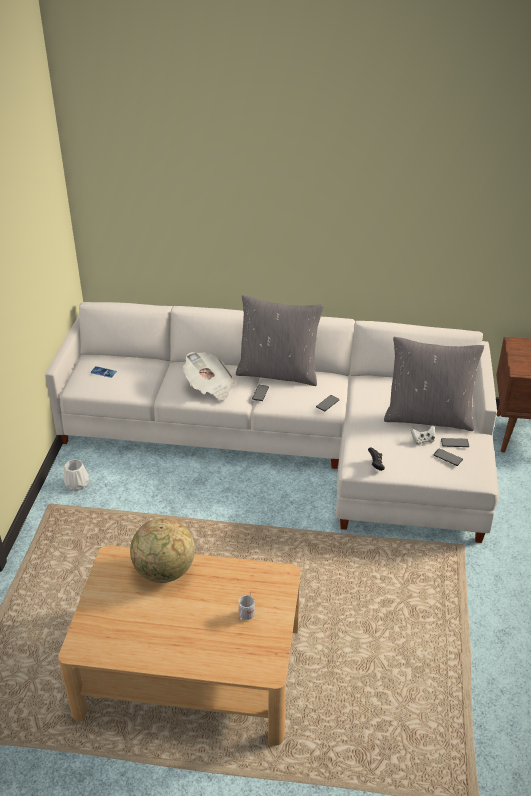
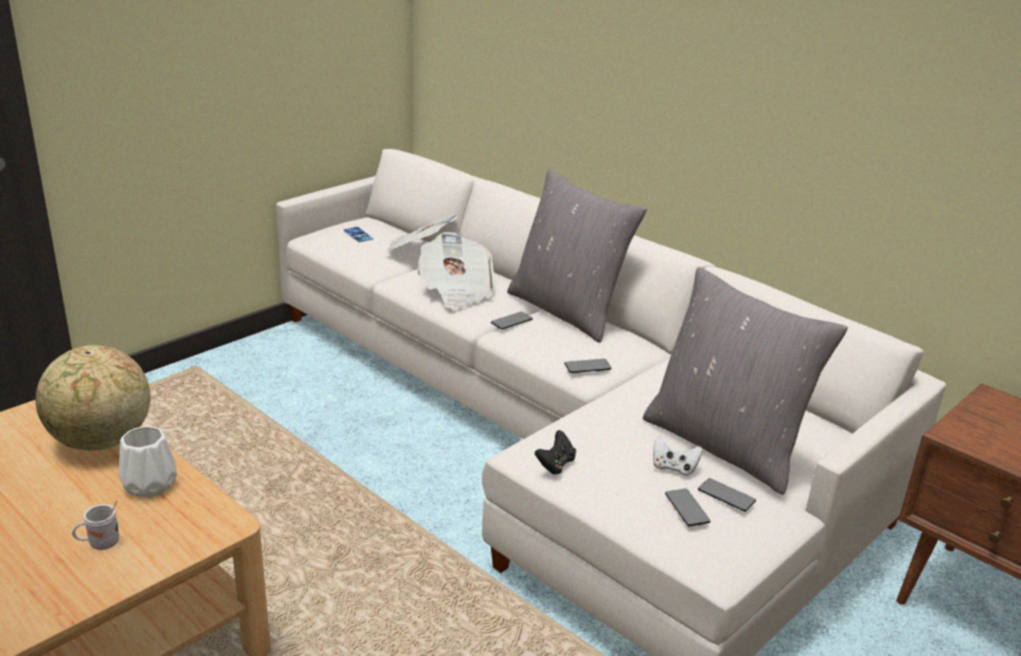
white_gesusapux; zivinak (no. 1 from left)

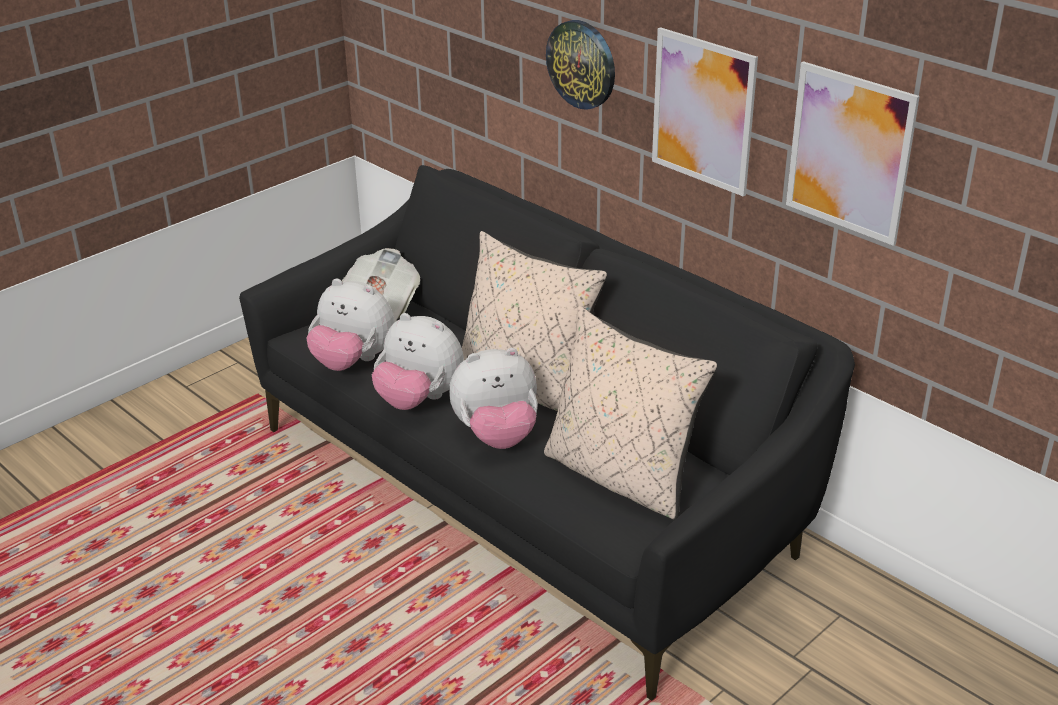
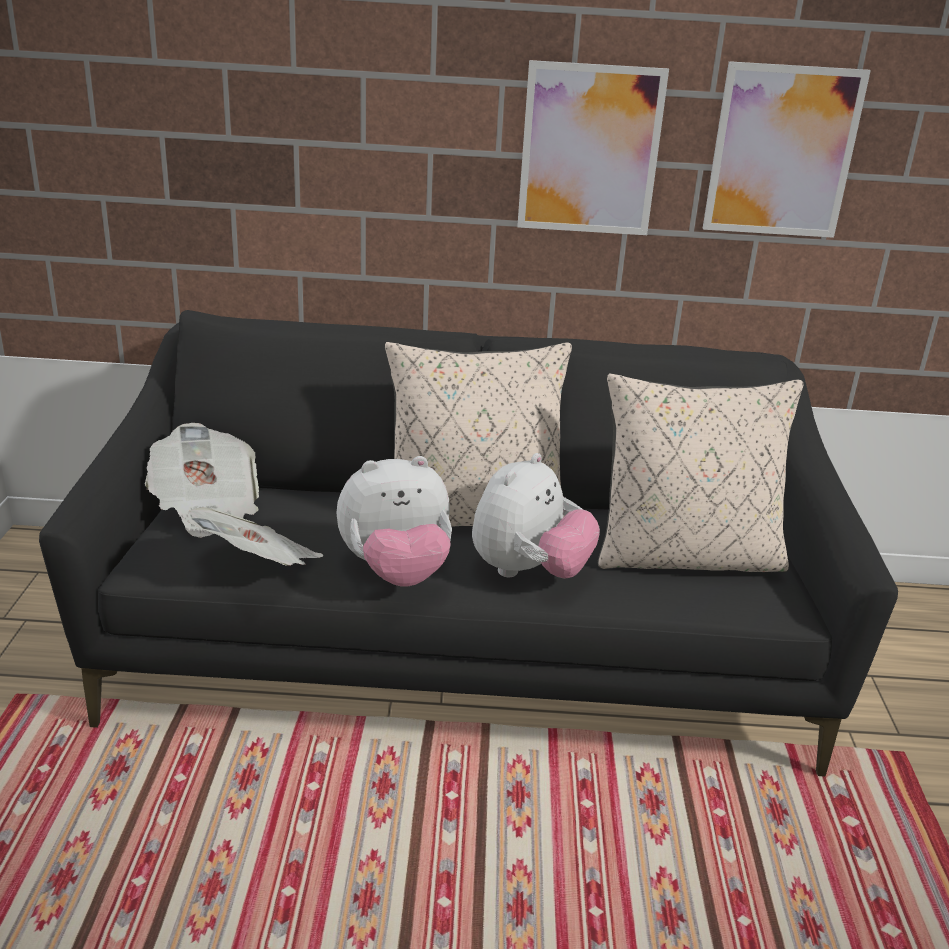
zivinak (no. 2 from left); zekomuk

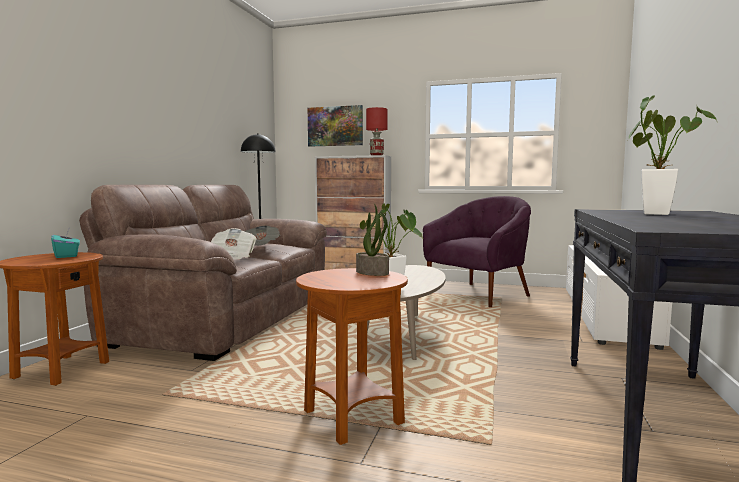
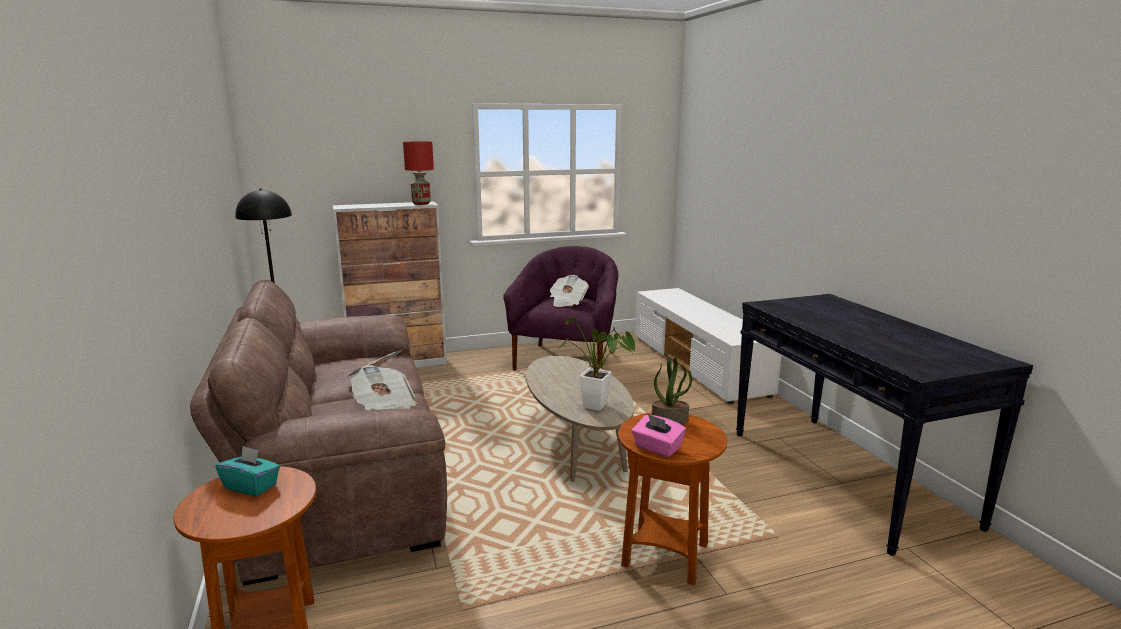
zivinak (no. 3 from left); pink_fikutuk; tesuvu; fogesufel (no. 3 from left in the first image)

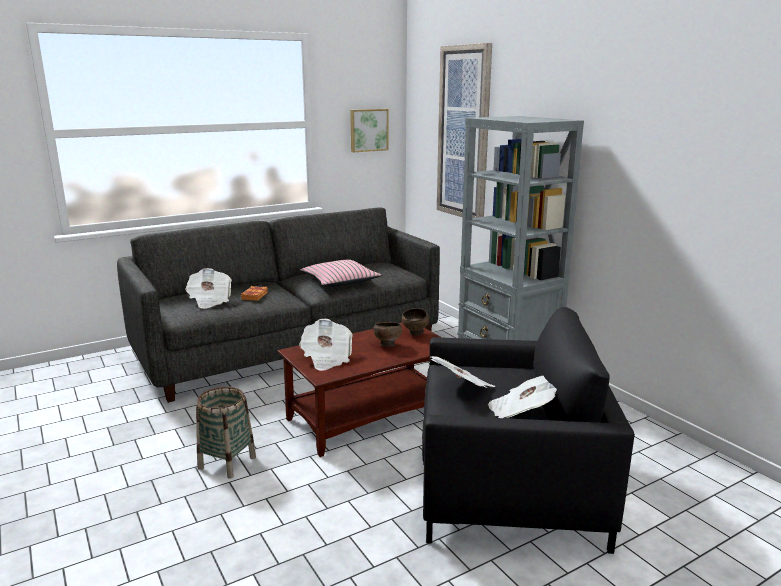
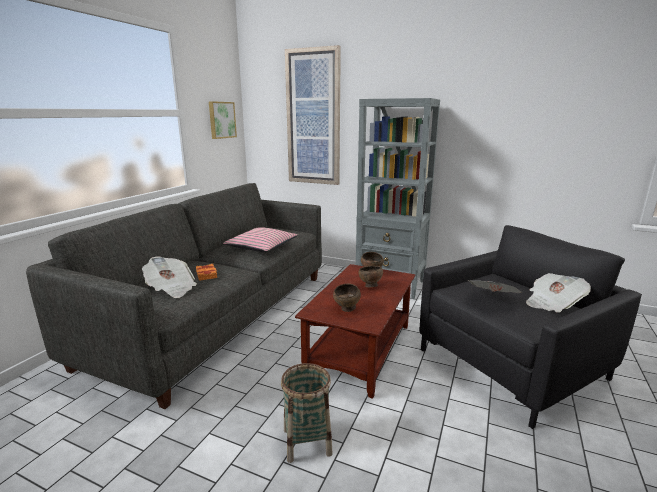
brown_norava (no. 1 from left)

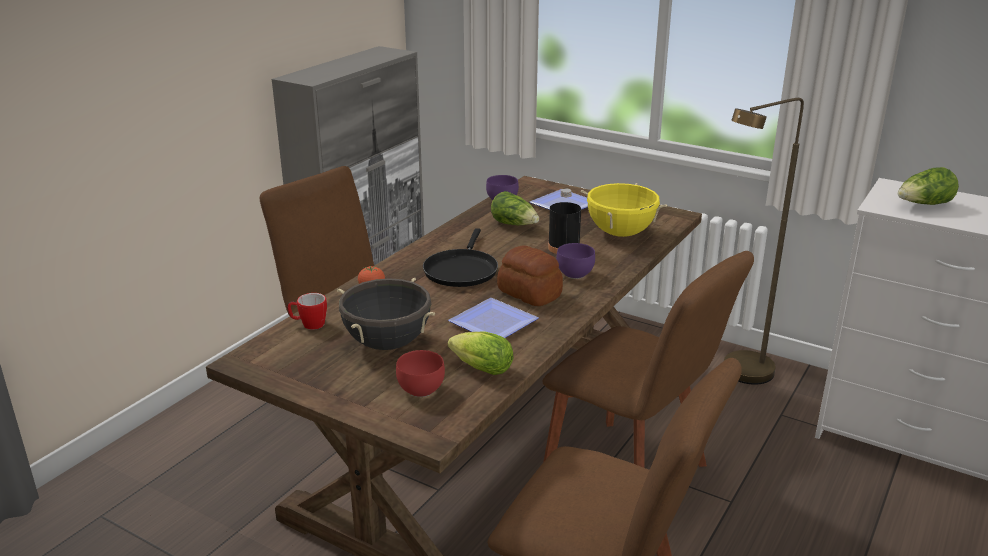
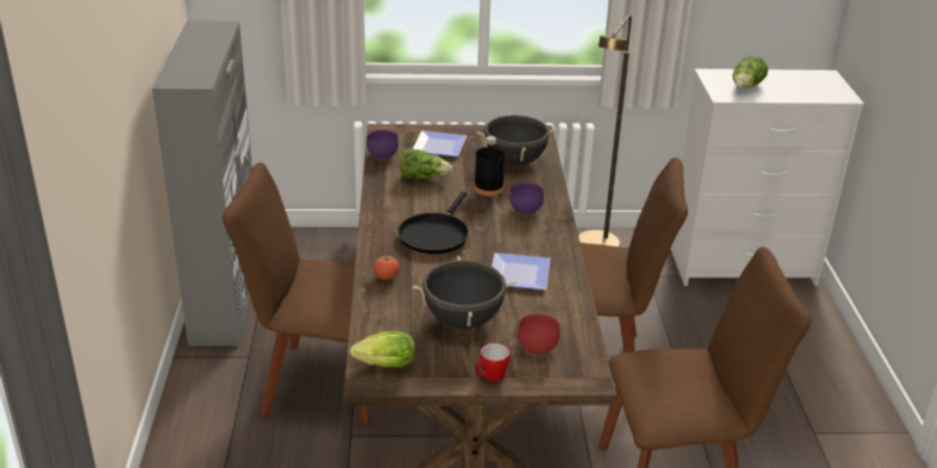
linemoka (no. 1 from left); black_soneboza; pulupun; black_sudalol (no. 2 from left); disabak

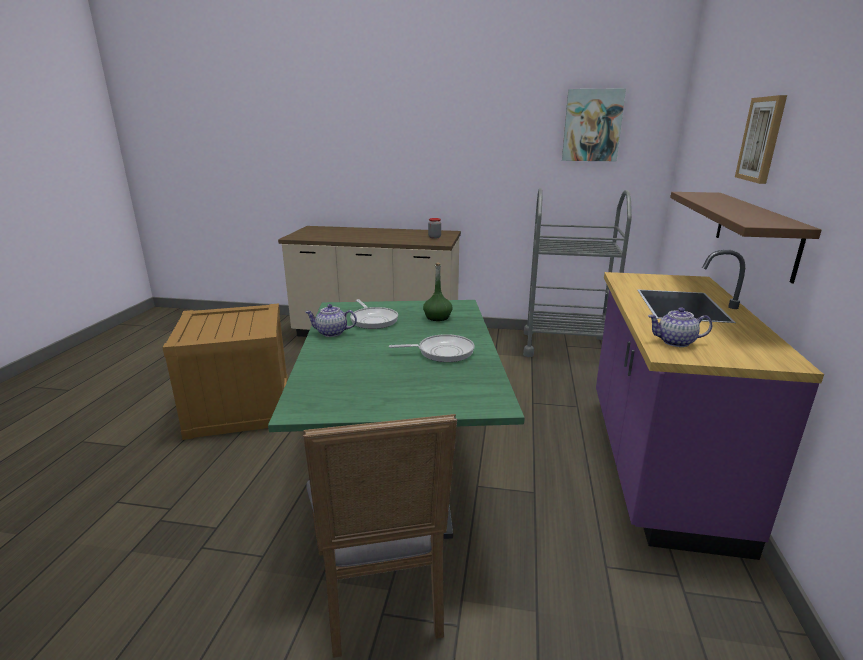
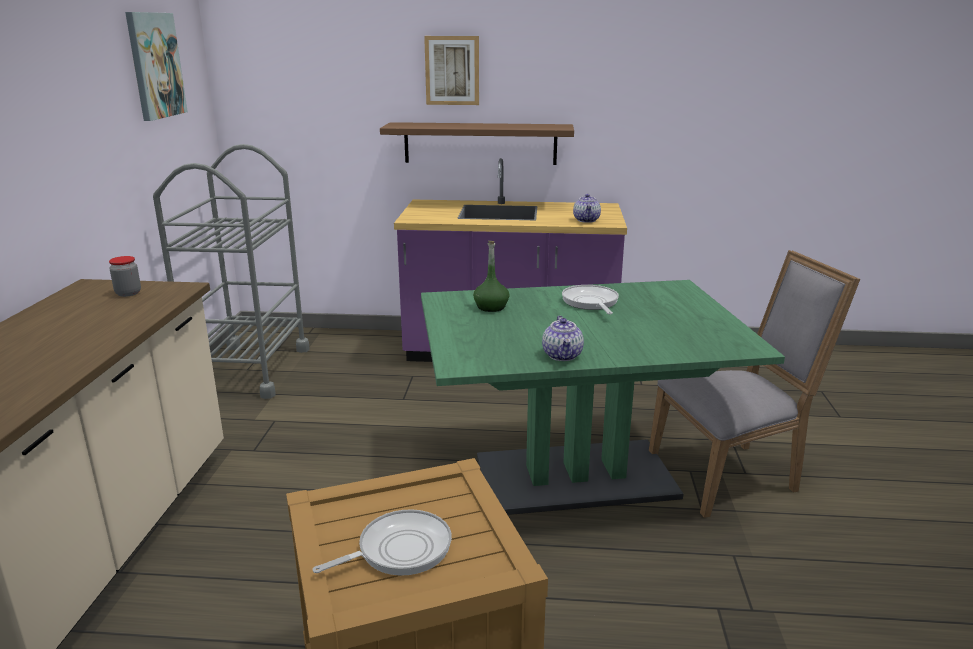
soneboza (no. 1 from left)

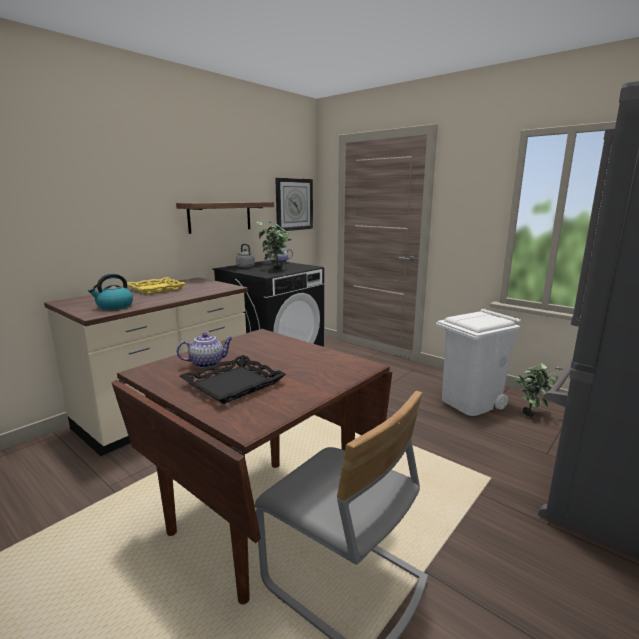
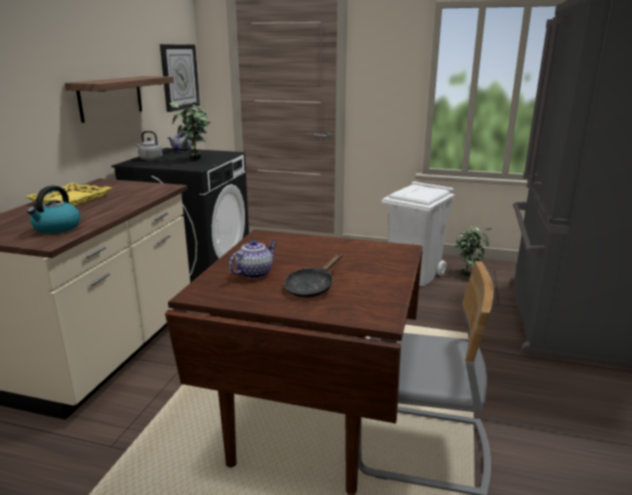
black_soneboza

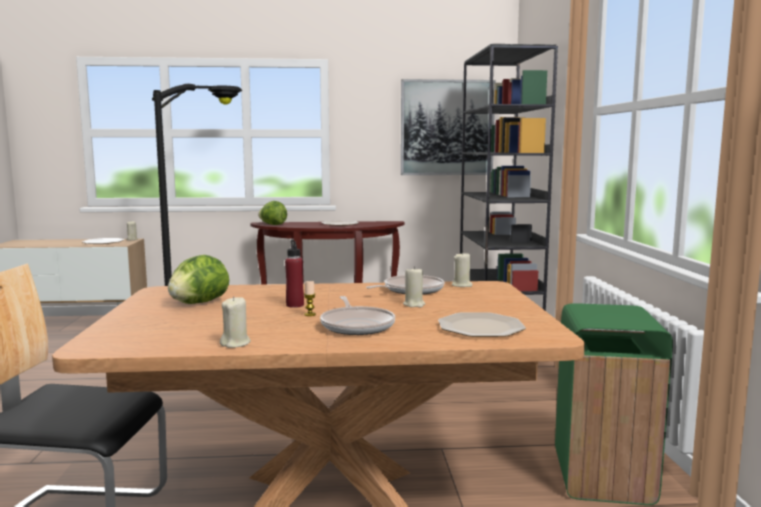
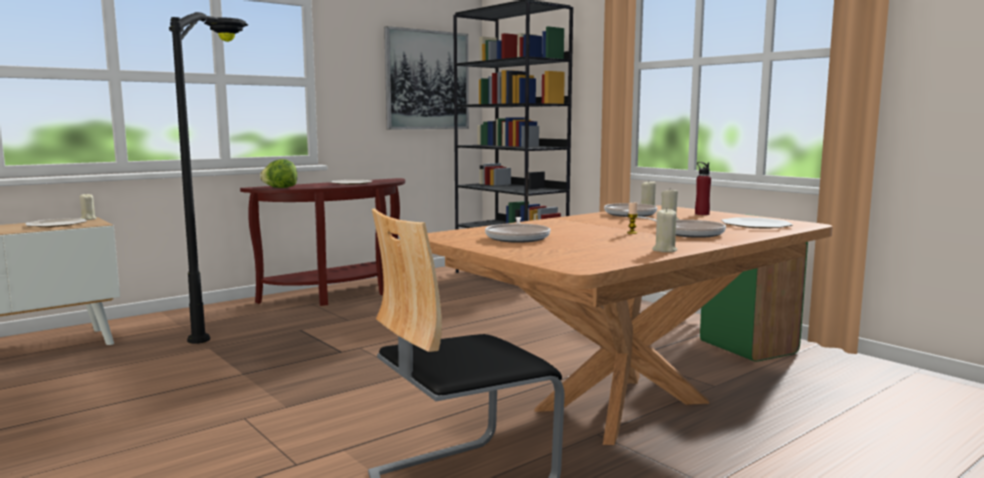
soneboza (no. 1 from left); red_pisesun

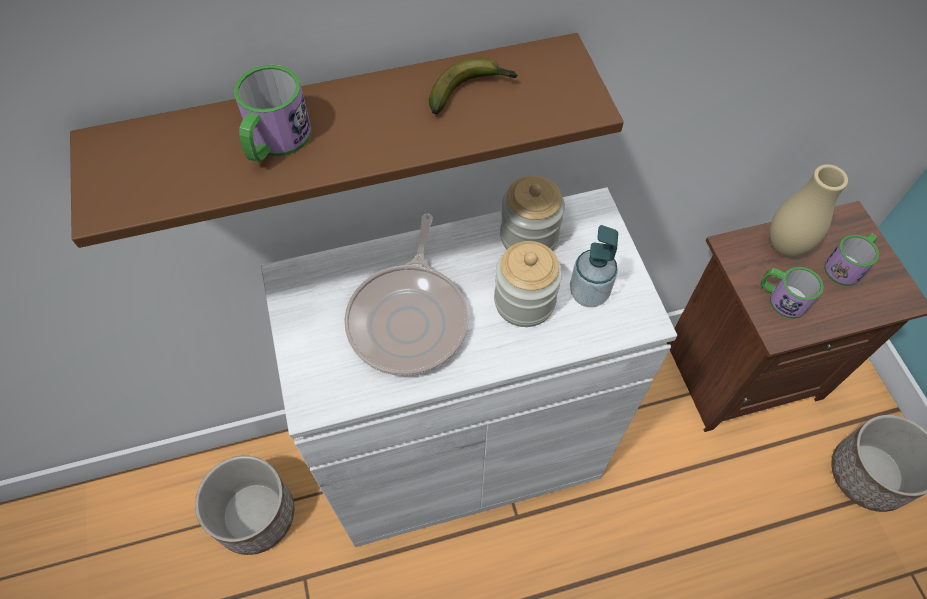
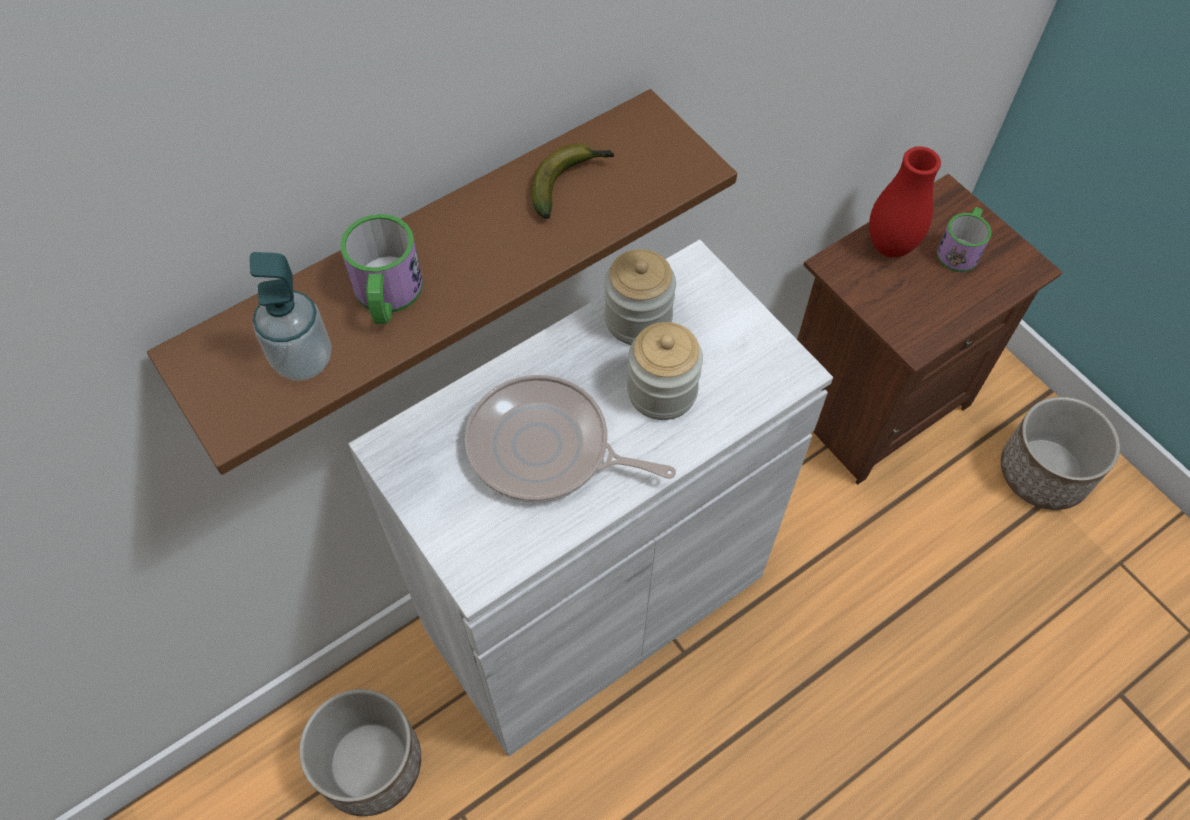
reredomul; soneboza; red_gesusapux; pulupun (no. 2 from left in the first image)

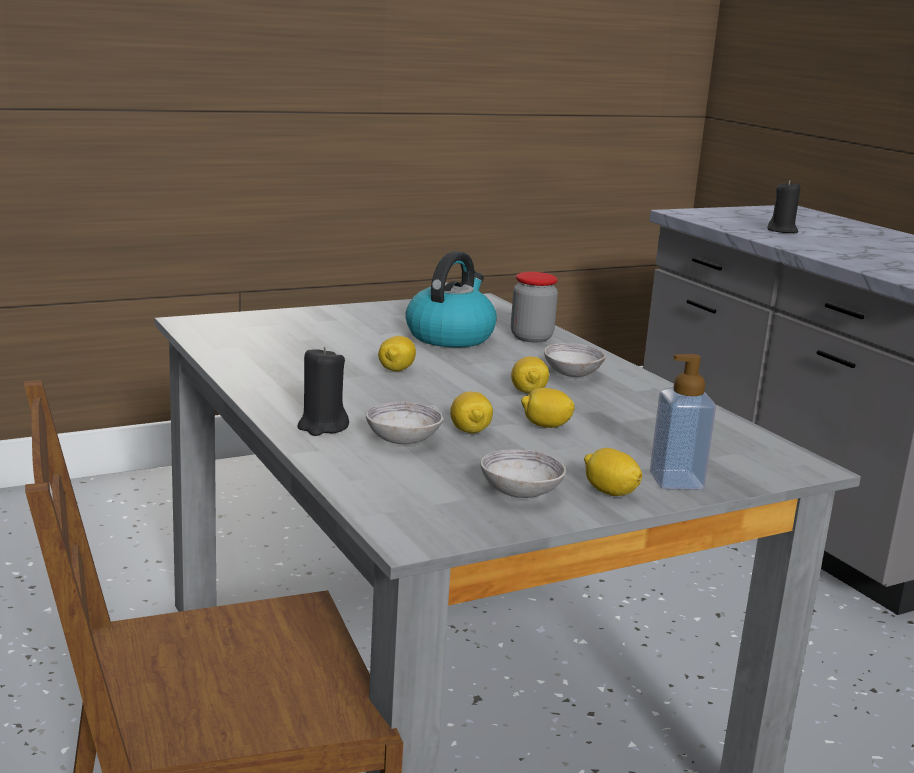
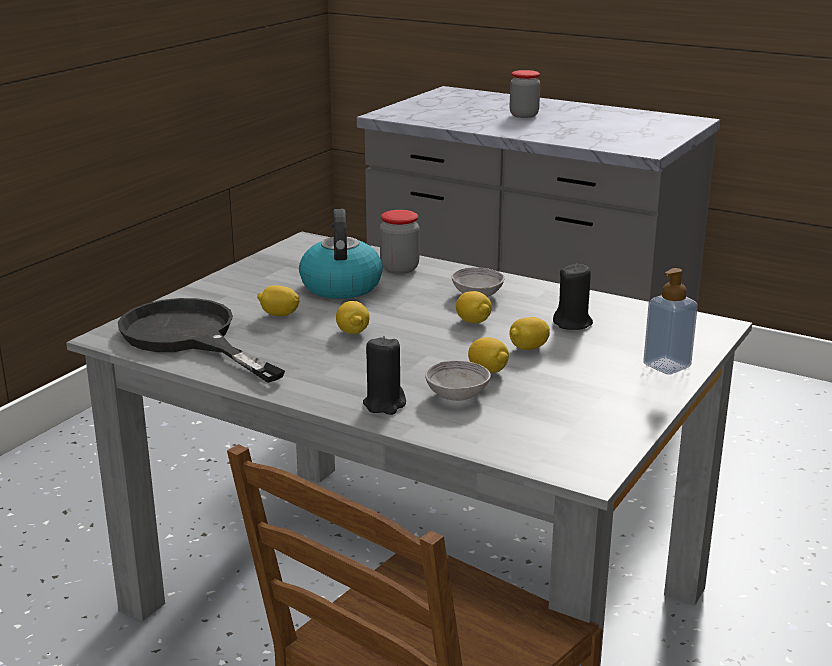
black_soneboza; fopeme (no. 1 from left); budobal (no. 2 from left); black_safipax (no. 2 from left); grey_norava (no. 2 from left in the first image)

